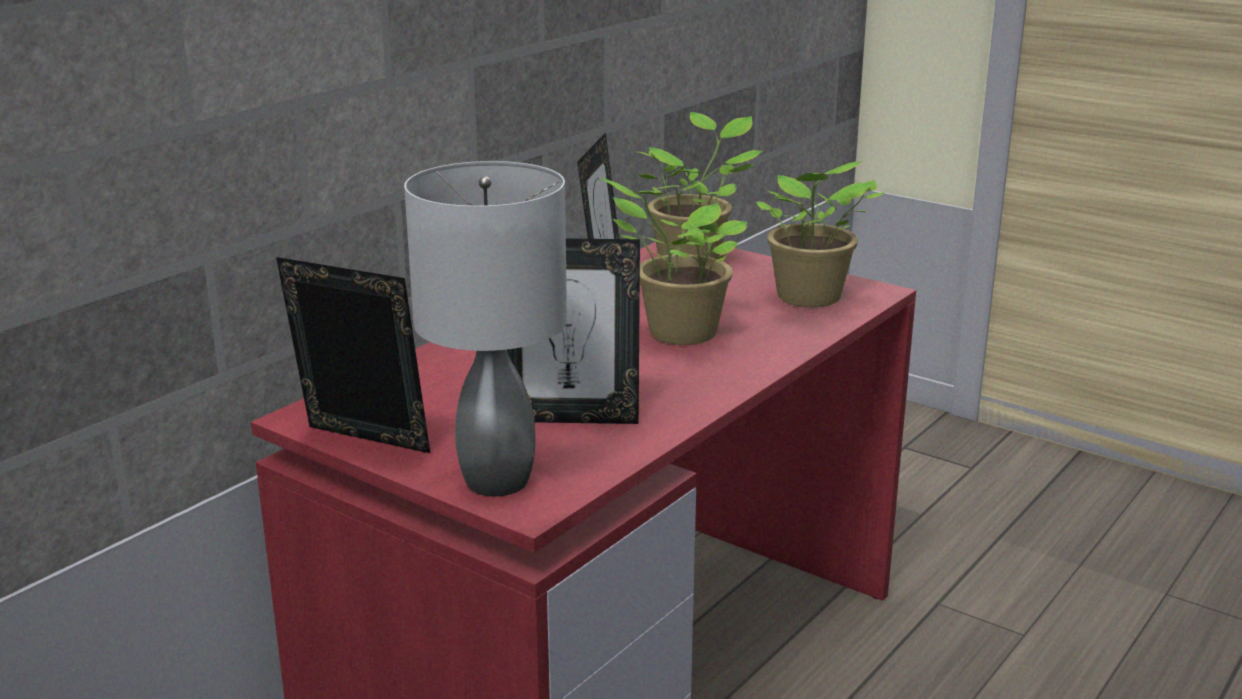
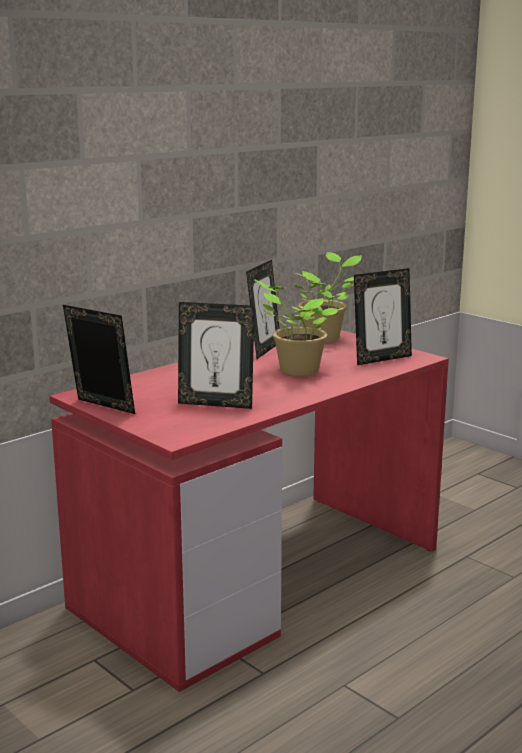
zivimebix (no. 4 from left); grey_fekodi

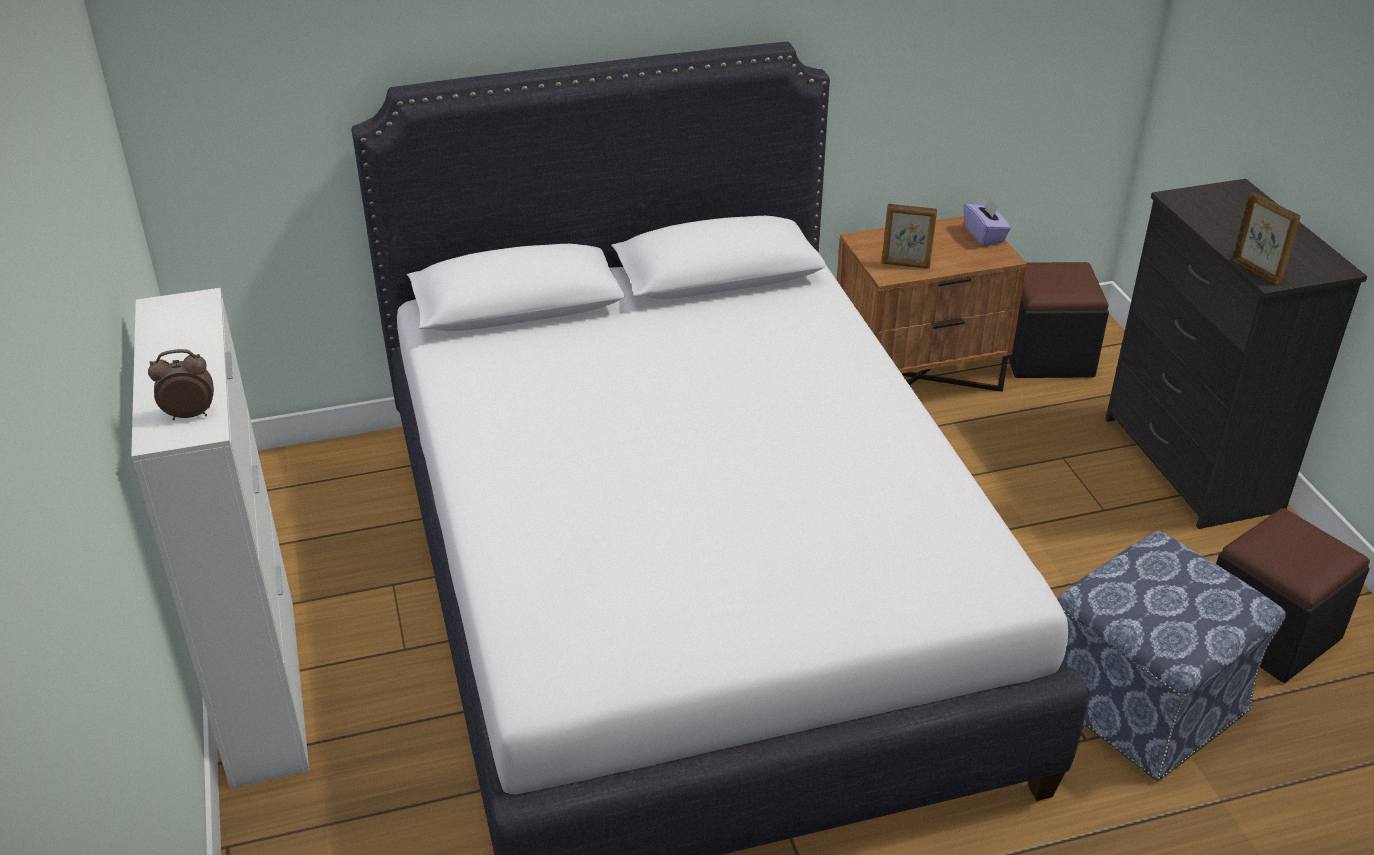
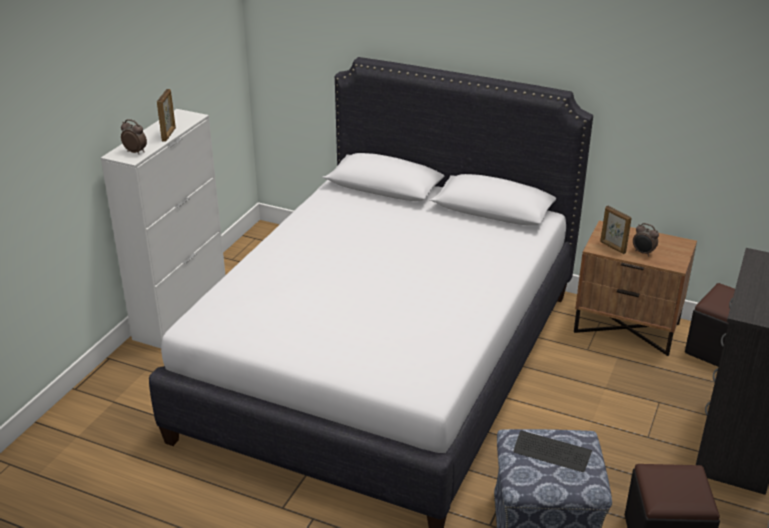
zivimebix (no. 1 from left); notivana; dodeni (no. 2 from left); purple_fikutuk

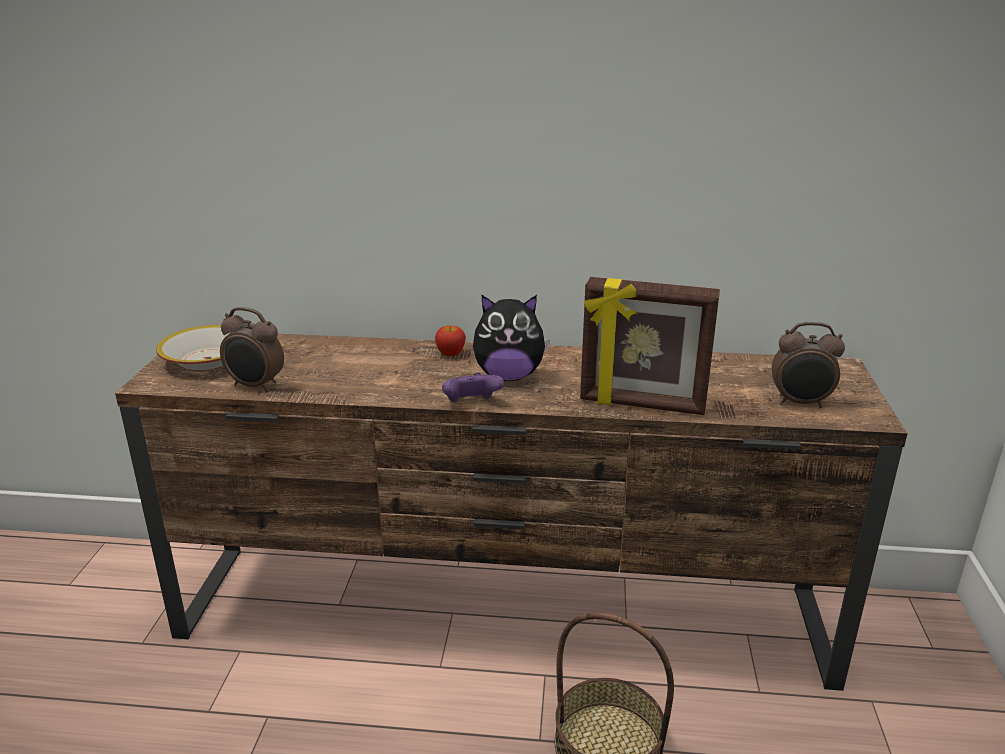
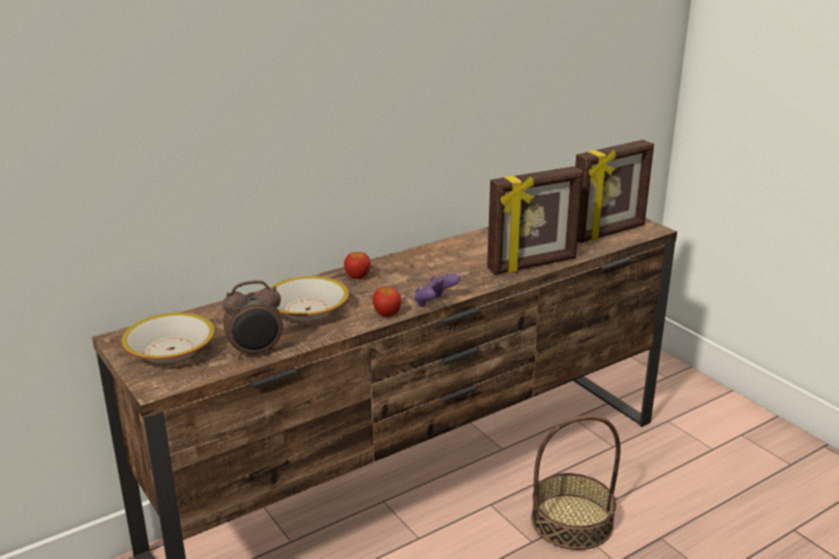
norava (no. 2 from left); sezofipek (no. 2 from left); zivimebix (no. 2 from left); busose

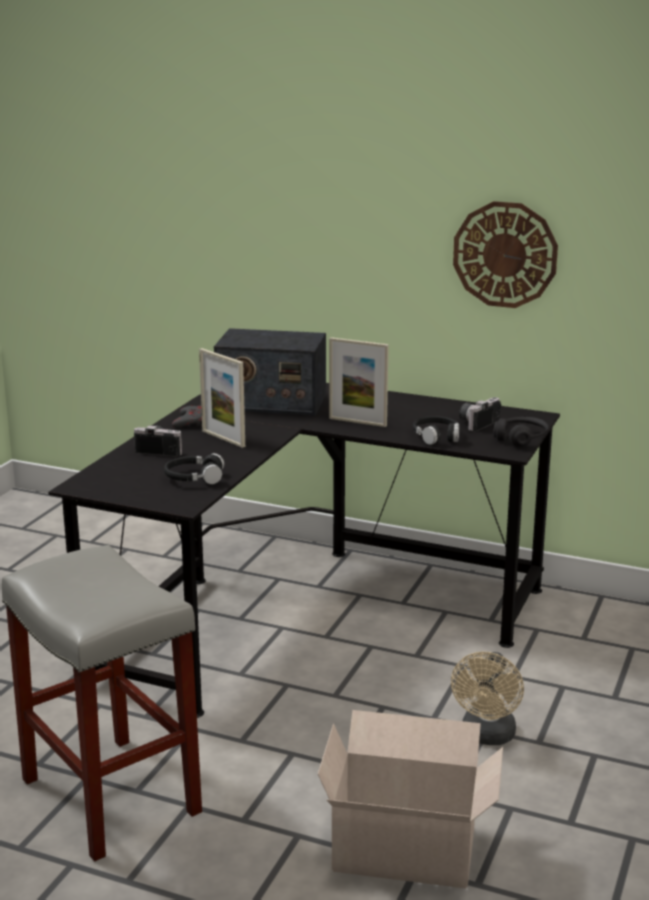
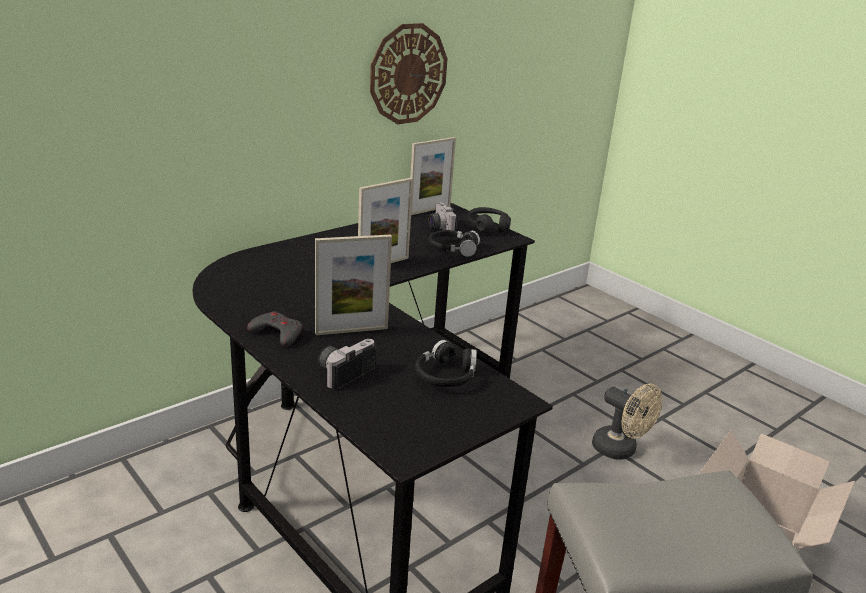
zivimebix (no. 3 from left); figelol

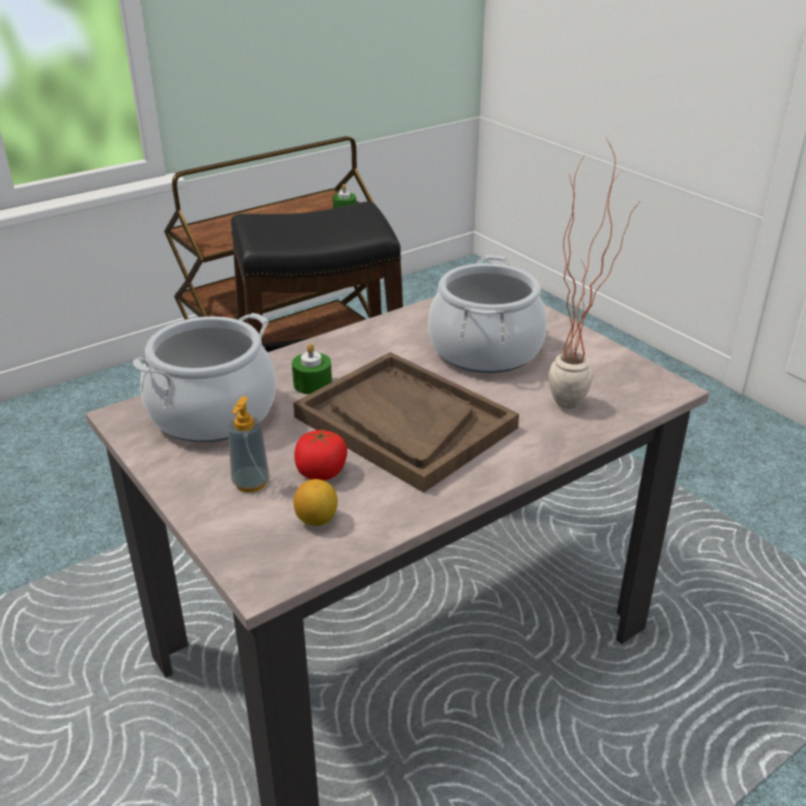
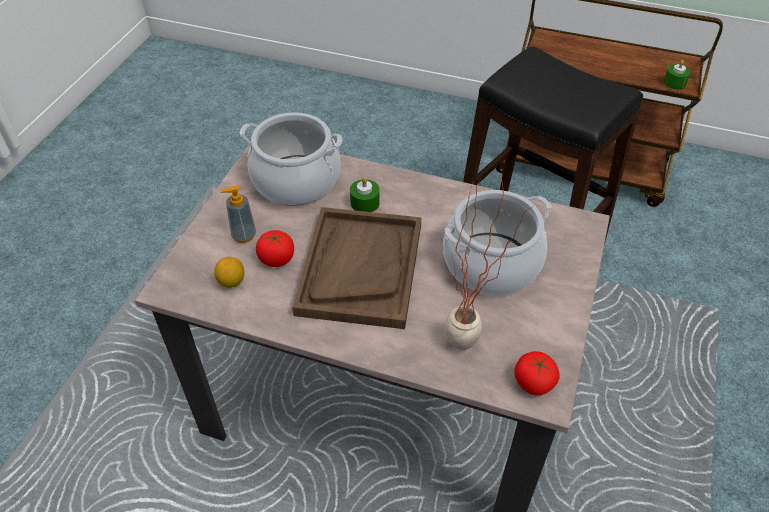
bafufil (no. 2 from left)

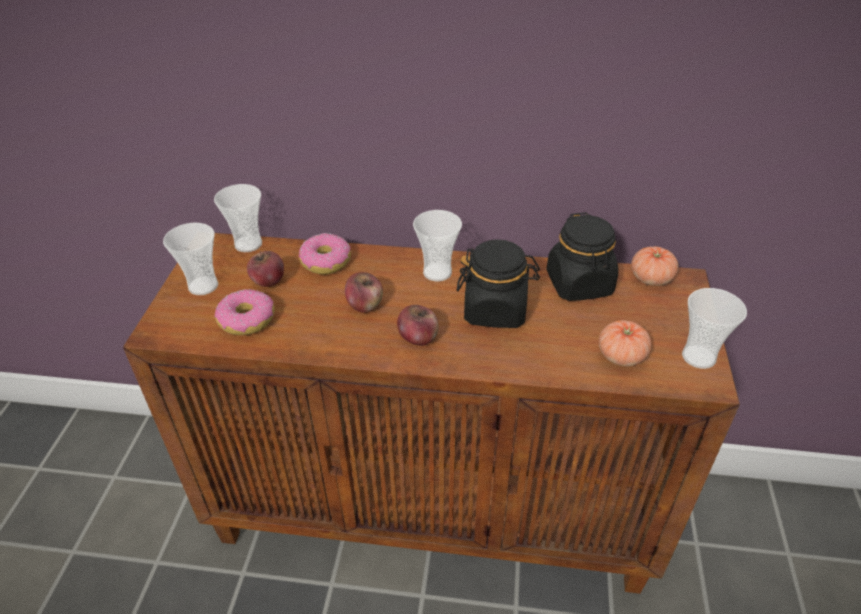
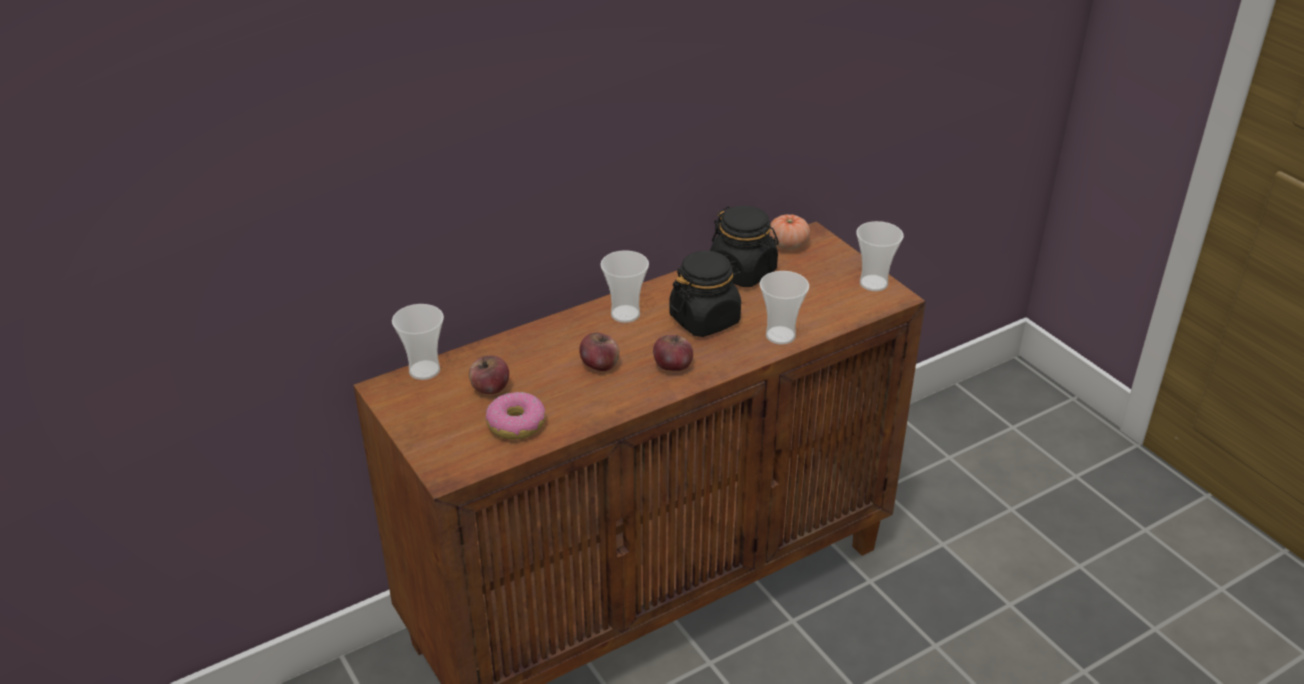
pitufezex (no. 3 from left); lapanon (no. 2 from left in the first image); bafufil (no. 1 from left in the first image)

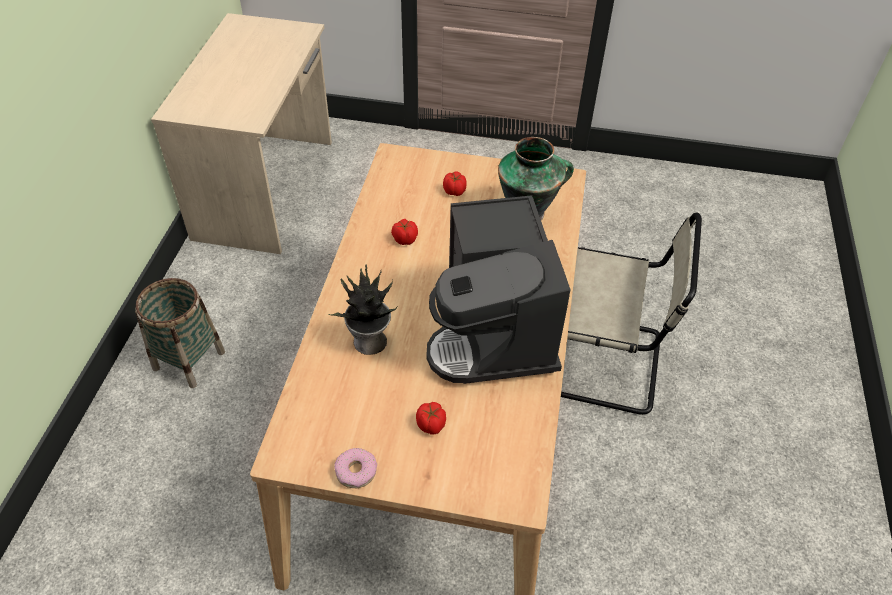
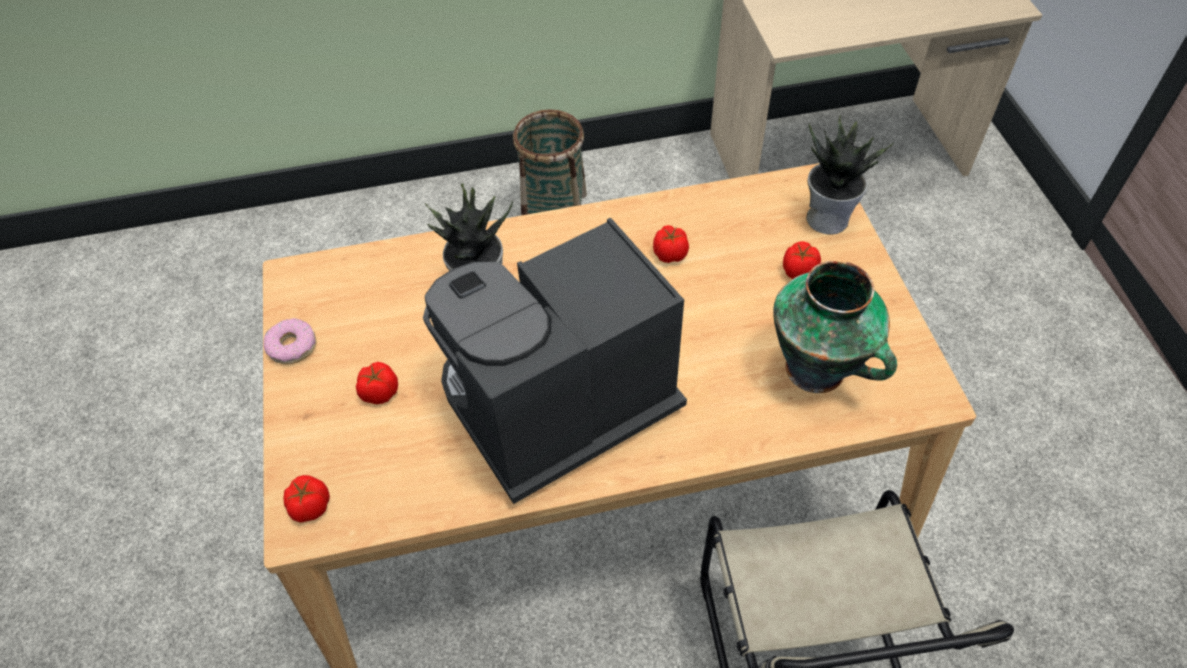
bafufil (no. 1 from left); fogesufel (no. 2 from left)

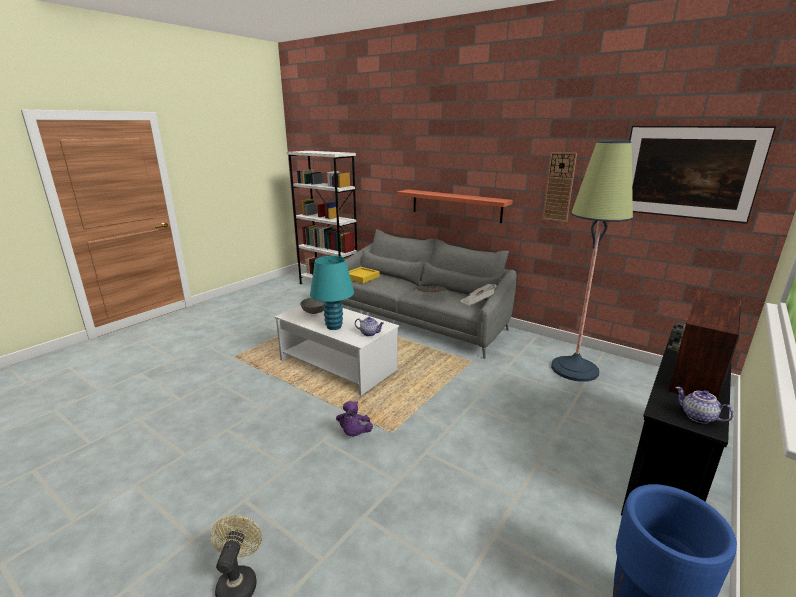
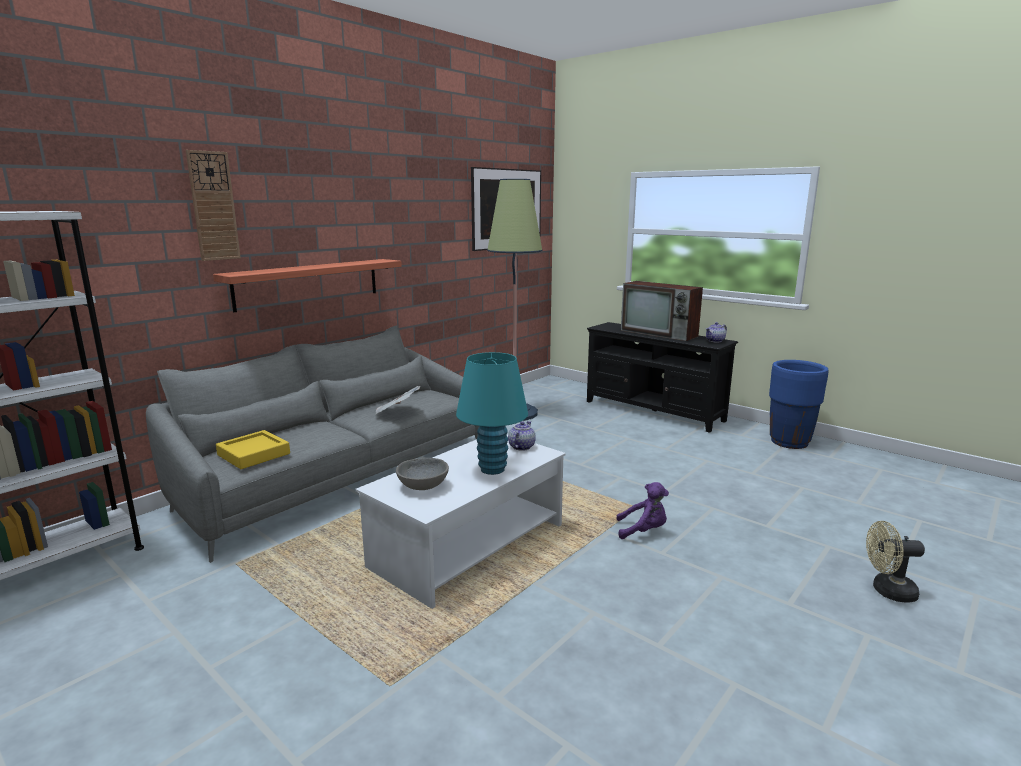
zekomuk; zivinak (no. 2 from left in the first image)

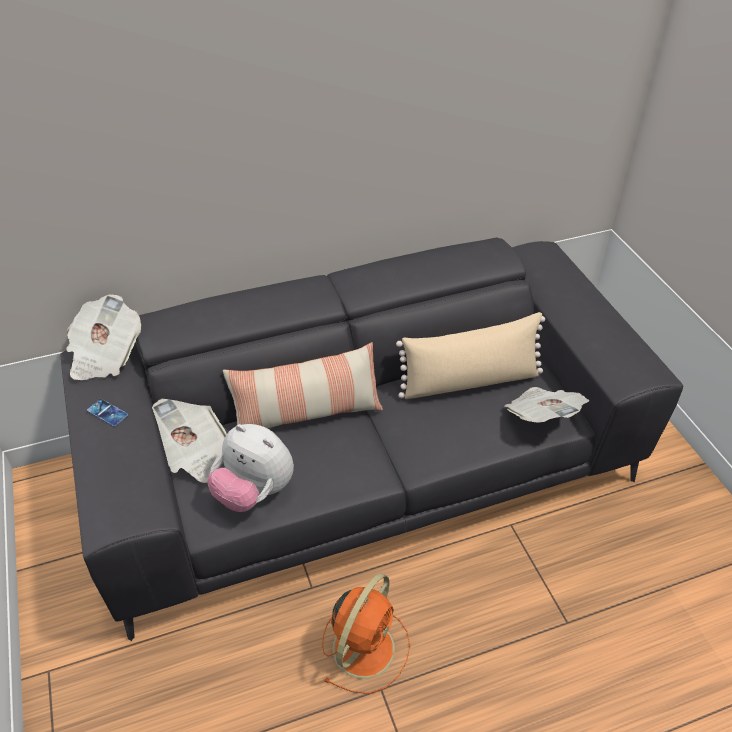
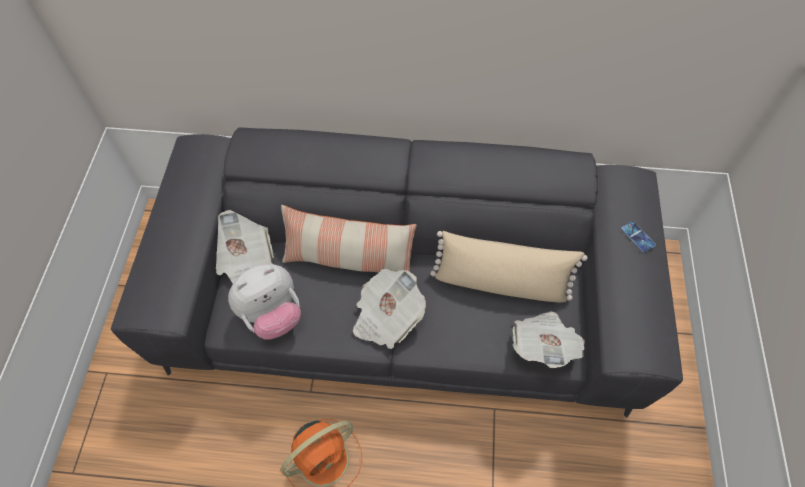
busose; zivinak (no. 2 from left); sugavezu

